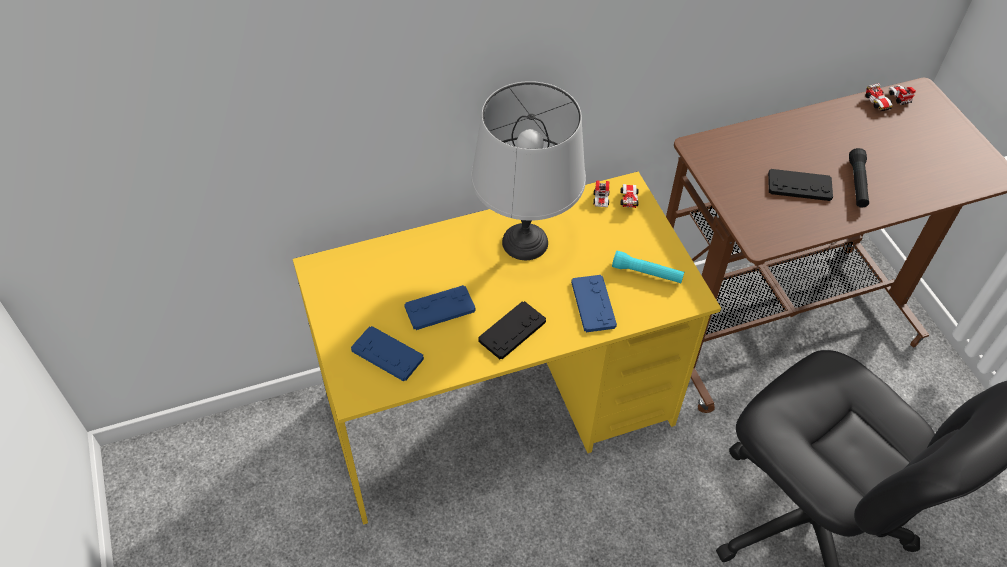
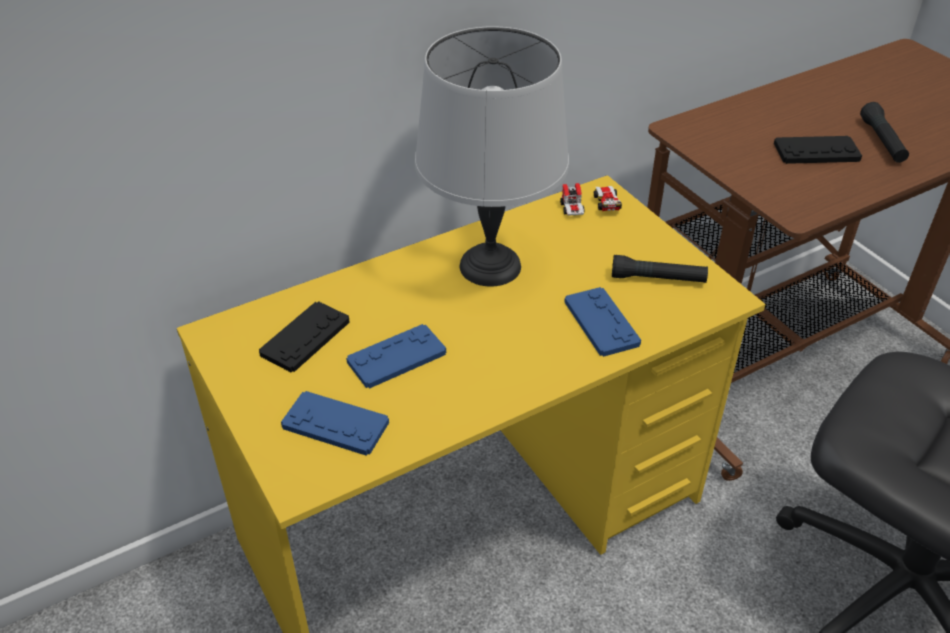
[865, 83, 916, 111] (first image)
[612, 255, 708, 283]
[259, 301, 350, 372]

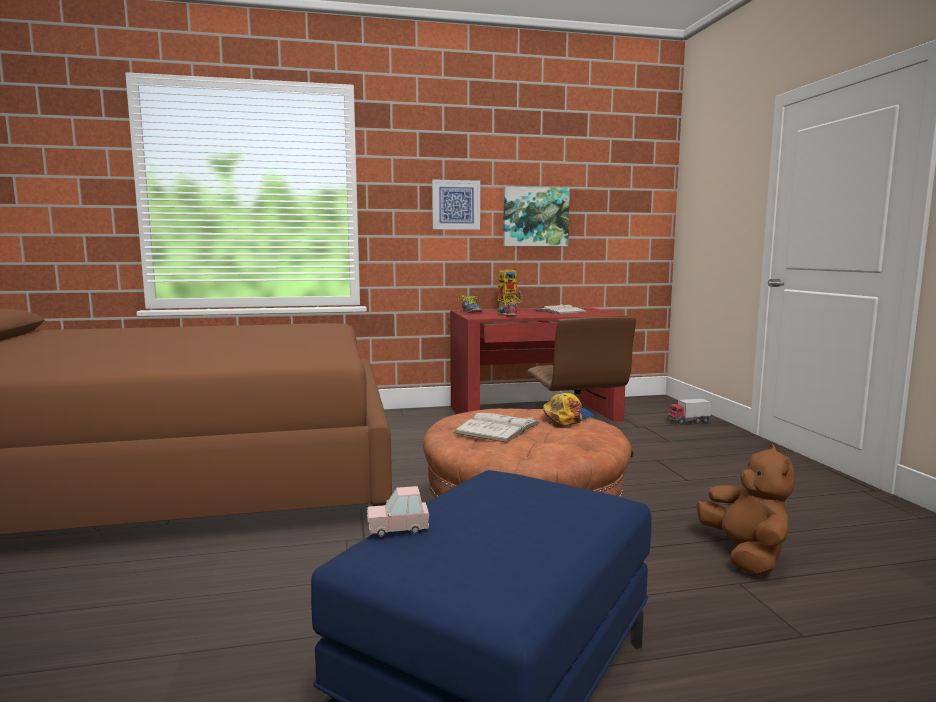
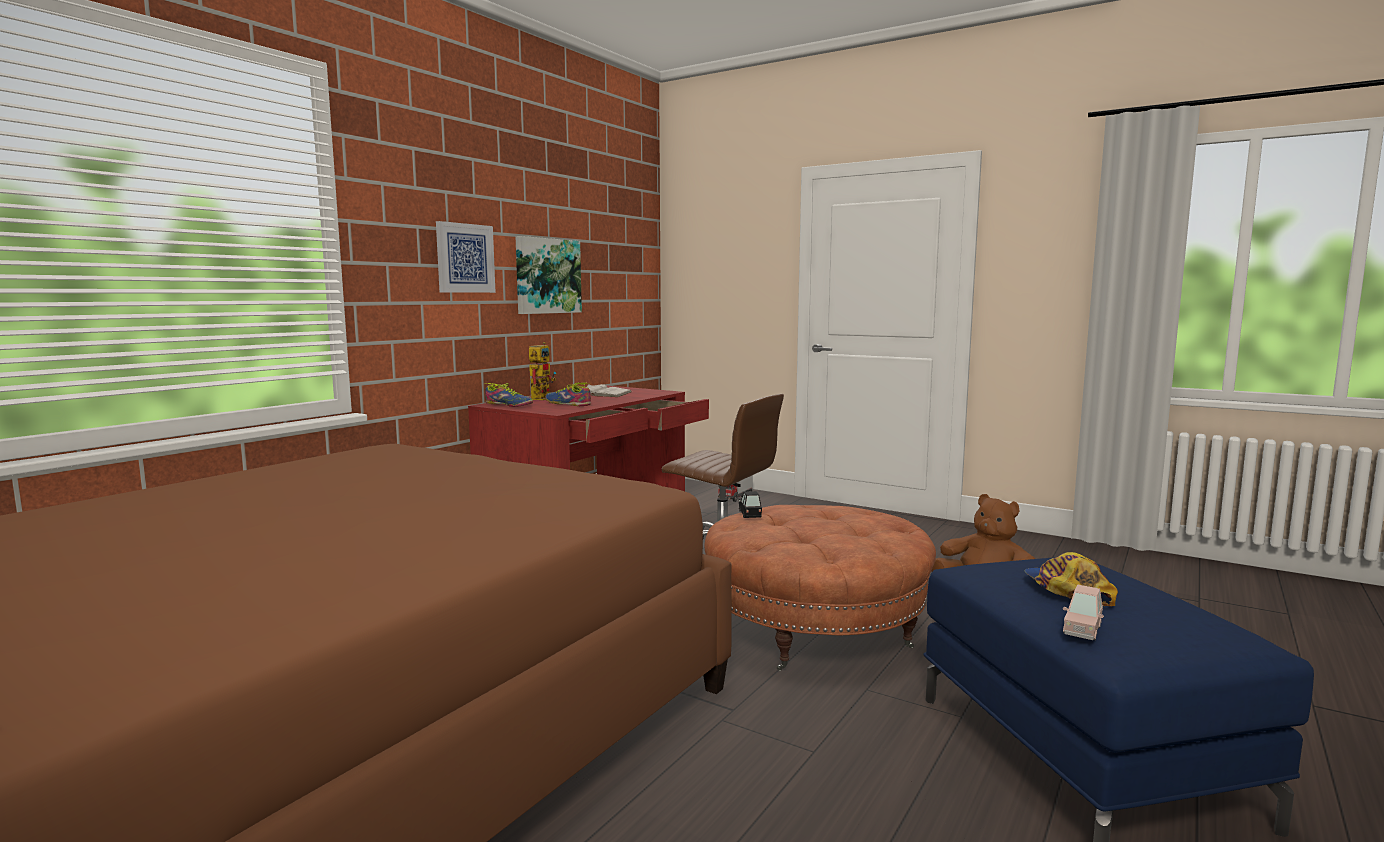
[1025, 552, 1118, 606]
[453, 413, 540, 443] (first image)
[738, 491, 762, 518]

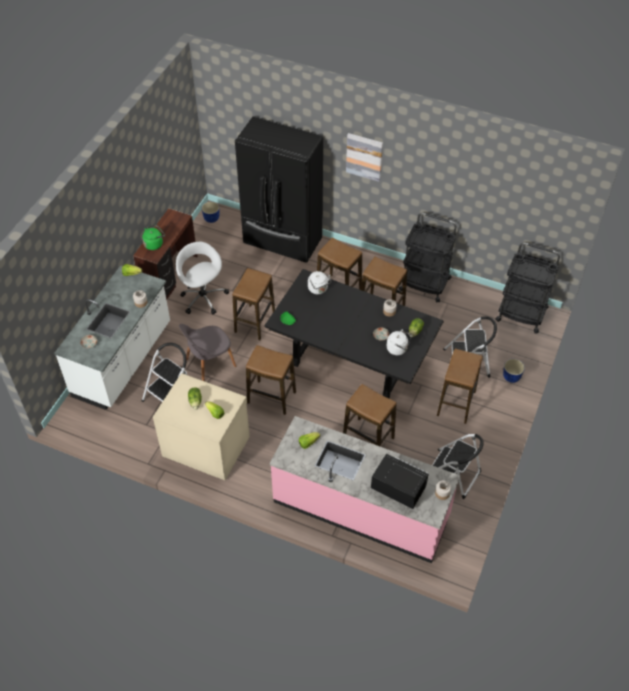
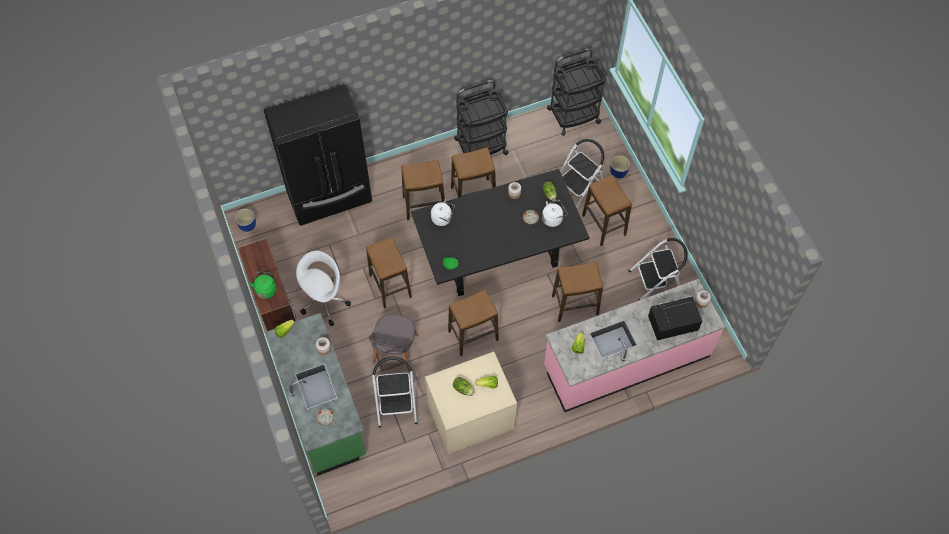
[346, 133, 383, 182] (first image)
[296, 251, 351, 326]
[266, 313, 366, 476]

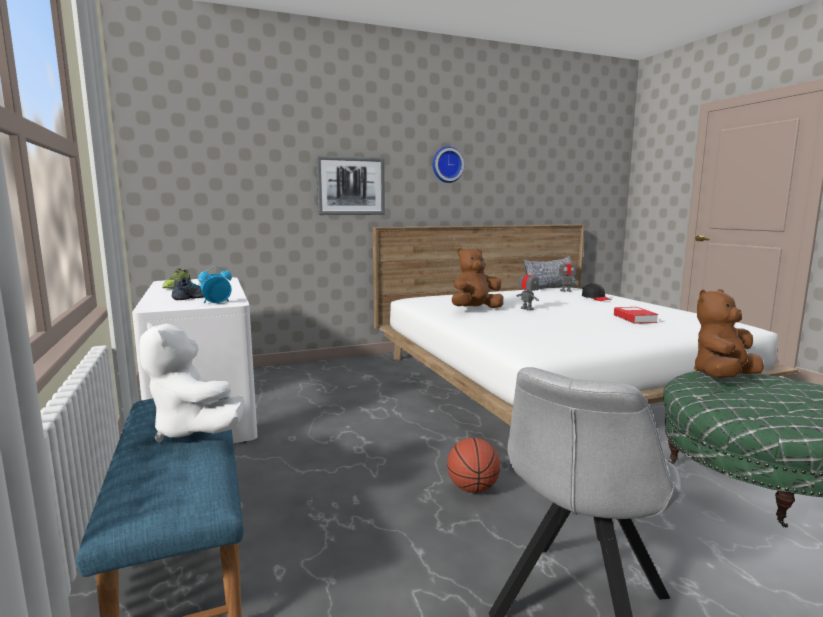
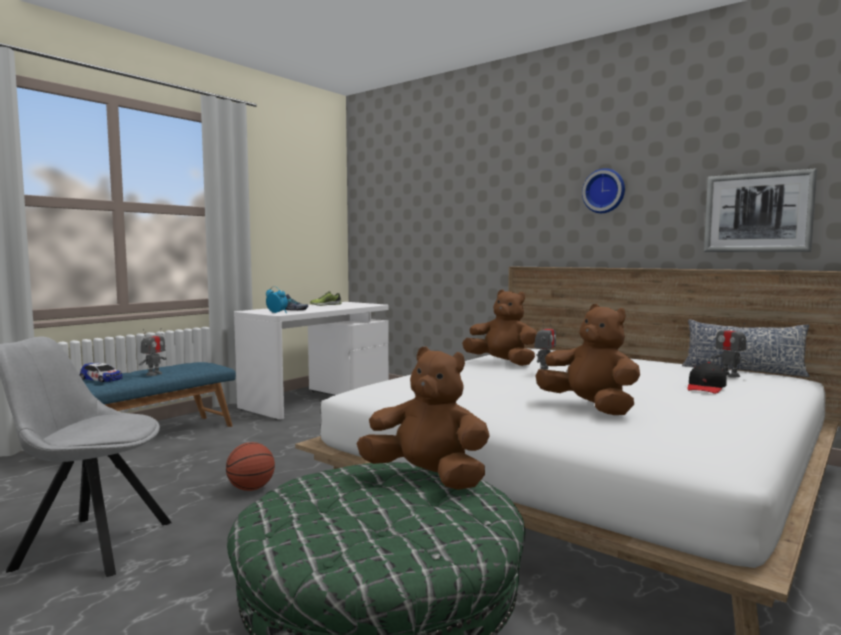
[704, 168, 817, 252]
[535, 304, 640, 415]
[139, 328, 167, 376]
[79, 363, 122, 382]

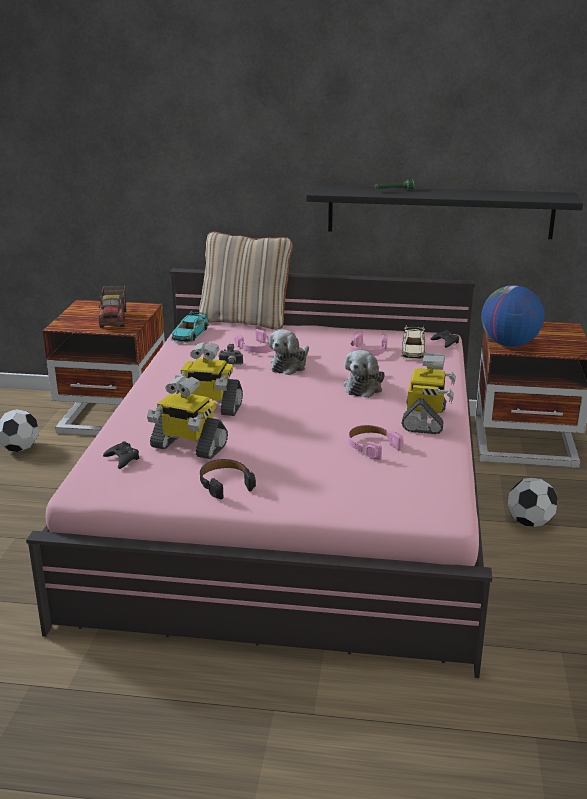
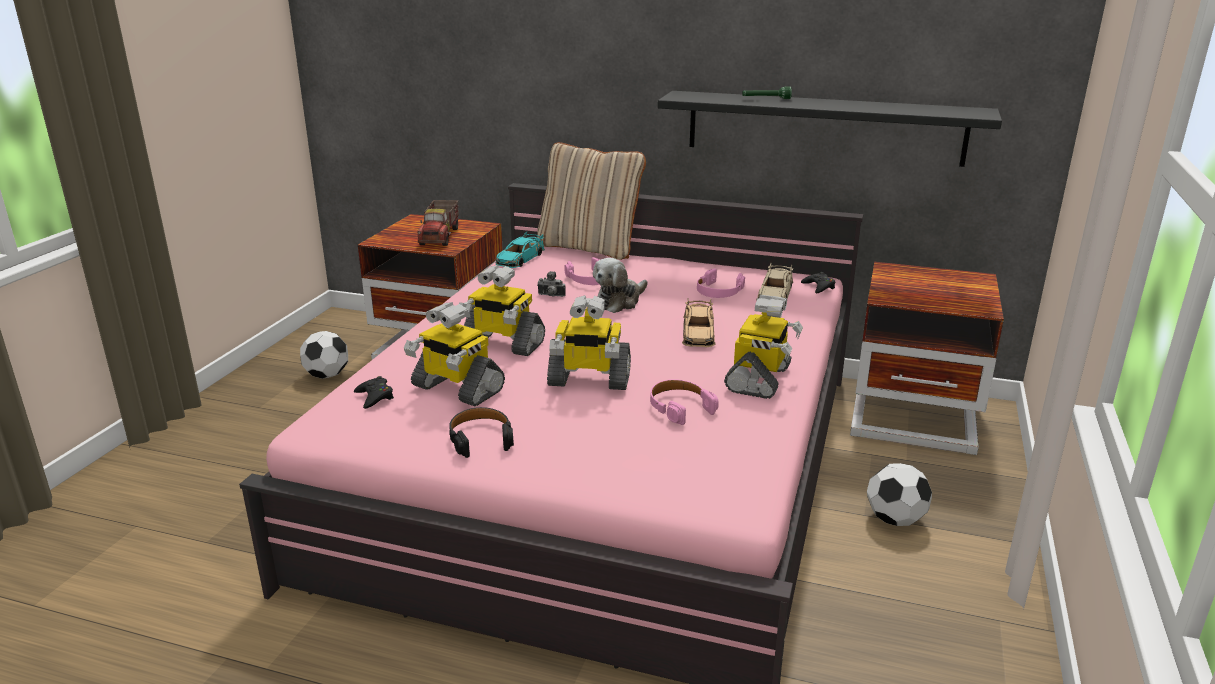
[481, 285, 544, 347] (first image)
[682, 298, 716, 347]
[547, 295, 631, 390]

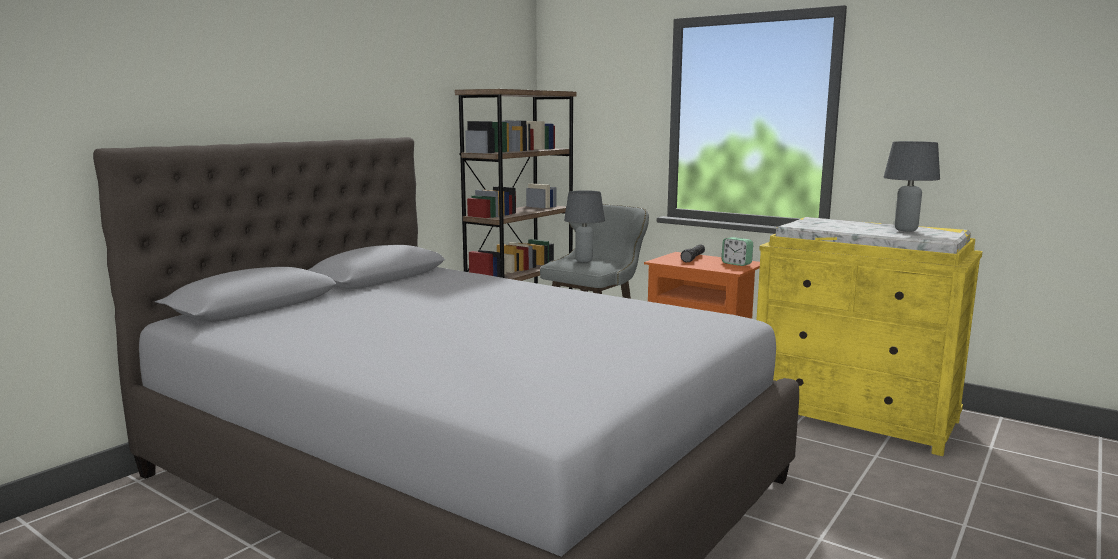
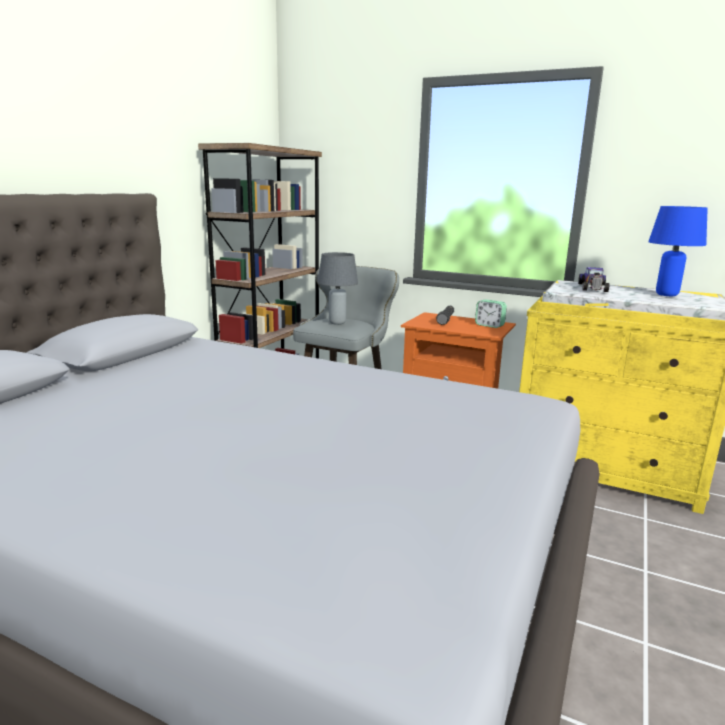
[648, 206, 708, 296]
[578, 267, 609, 292]

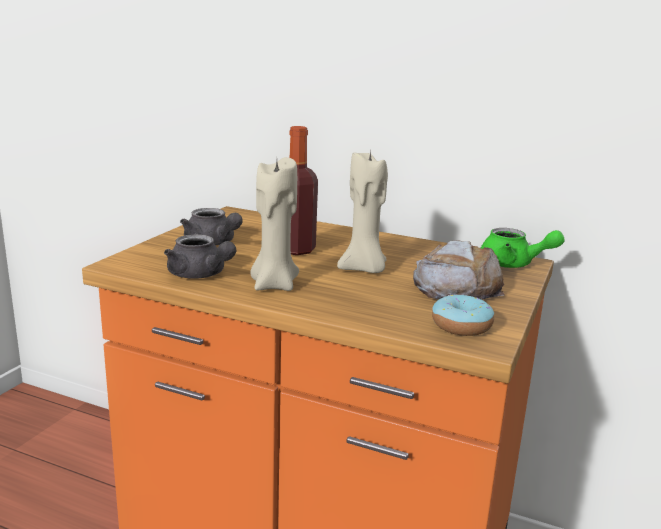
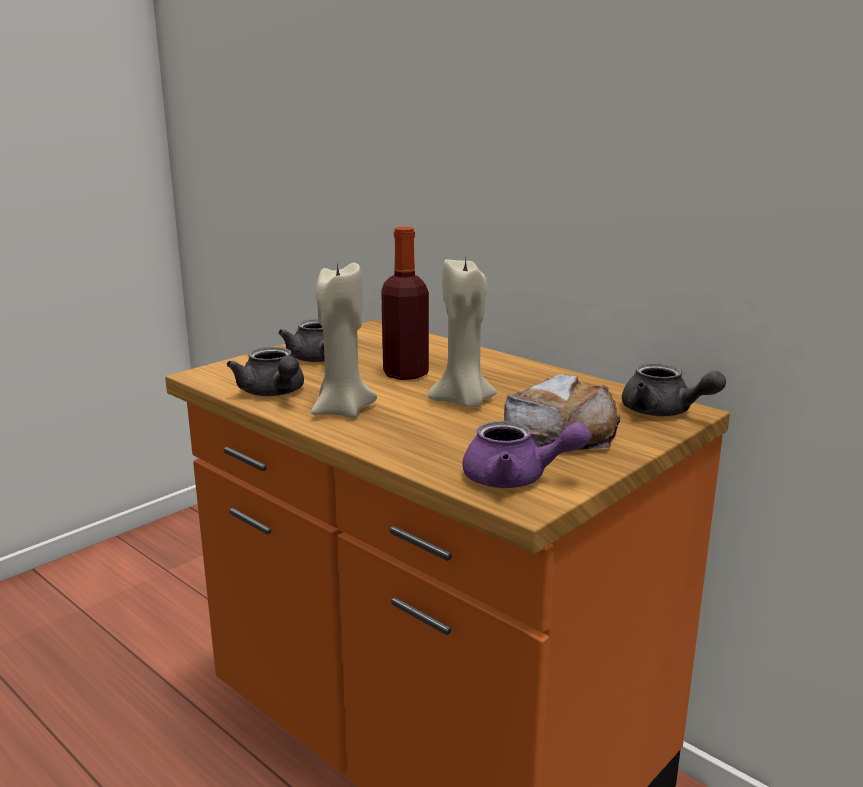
[622, 363, 726, 416]
[462, 421, 591, 488]

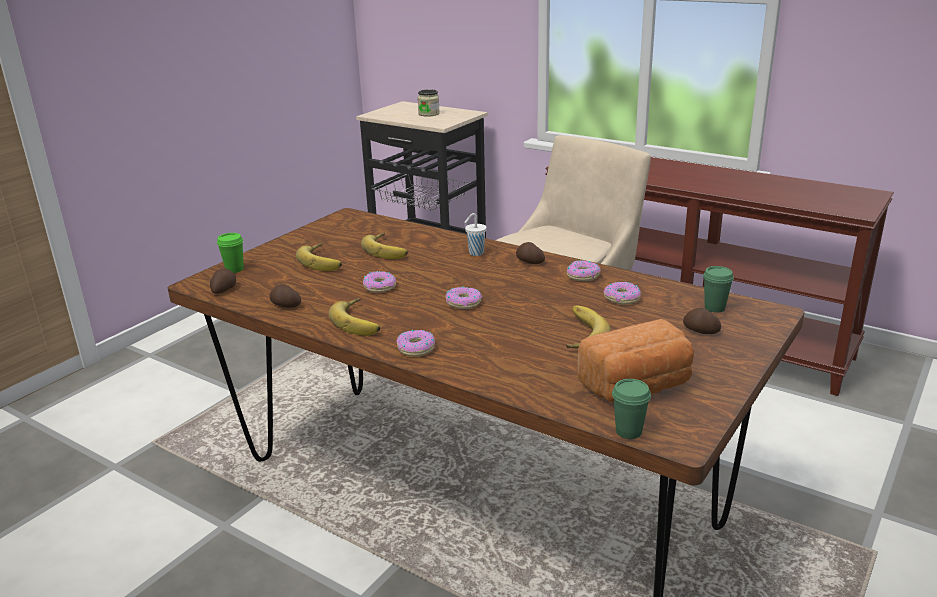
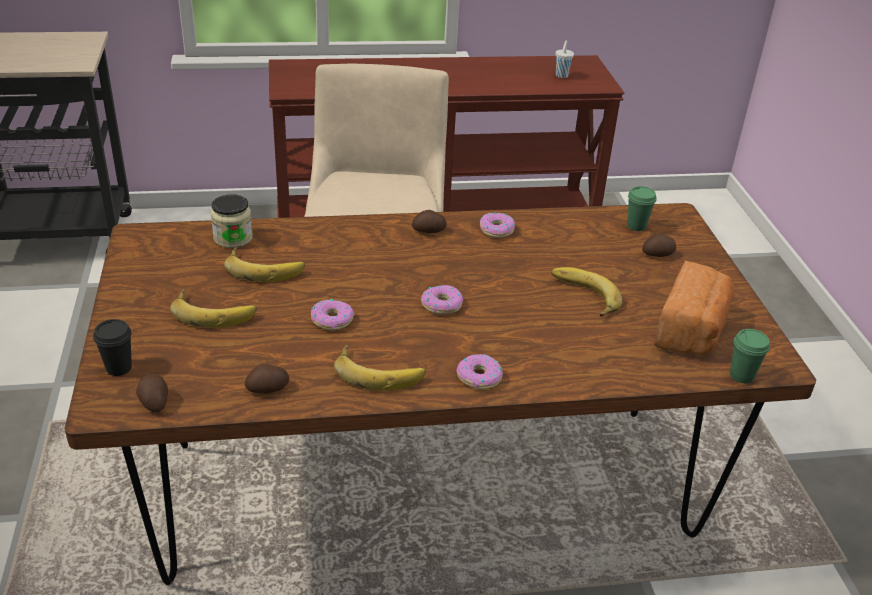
[211, 194, 253, 248]
[556, 41, 574, 78]
[93, 319, 132, 376]
[603, 282, 641, 304] (first image)

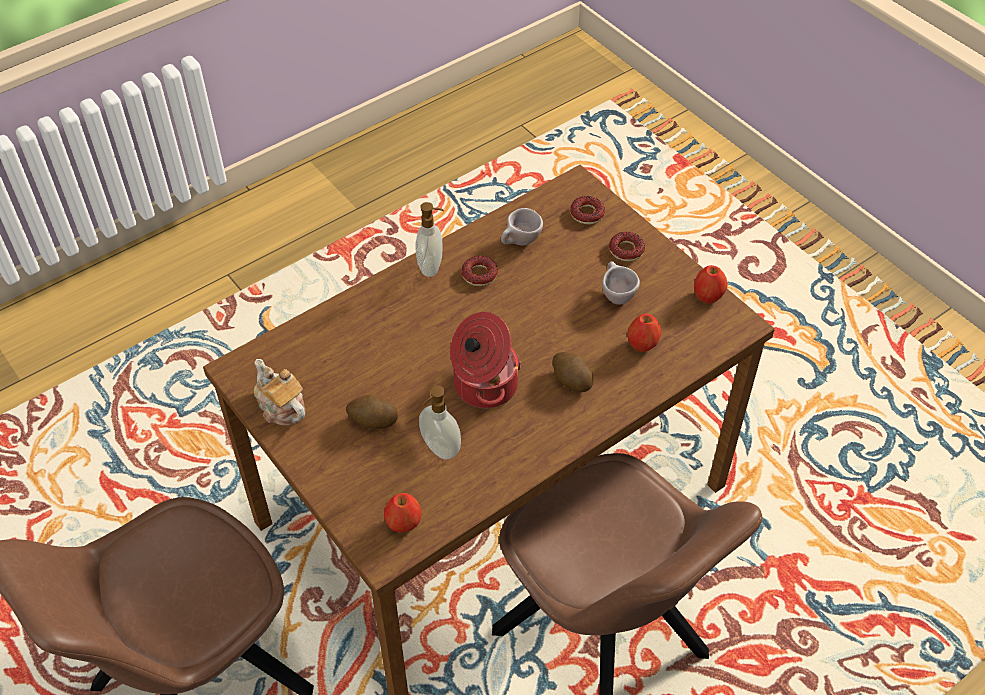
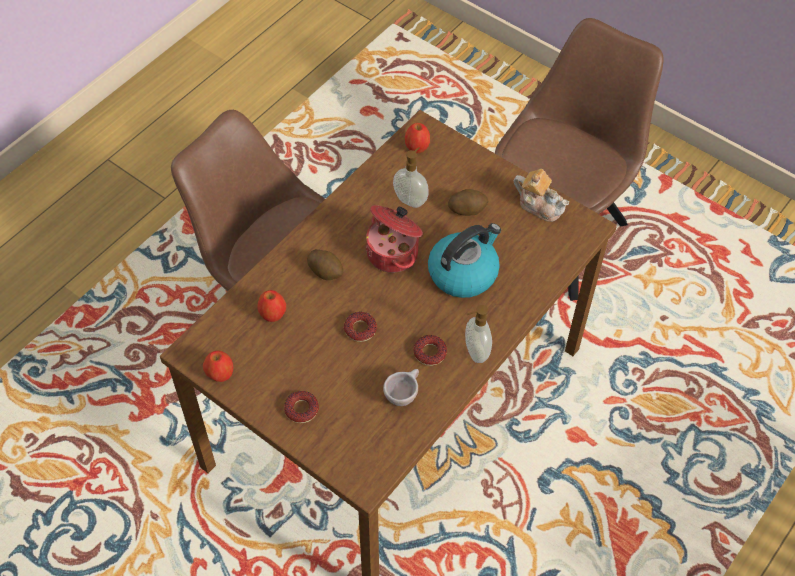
[344, 312, 377, 342]
[602, 261, 640, 304] (first image)
[428, 223, 501, 298]

